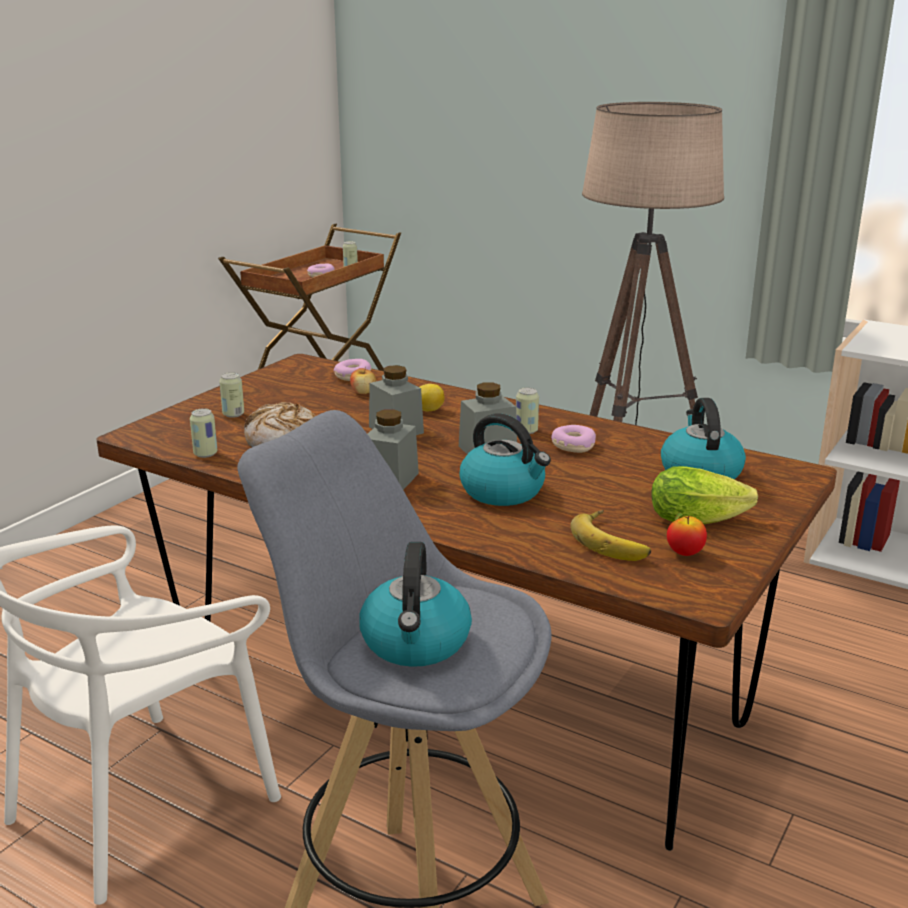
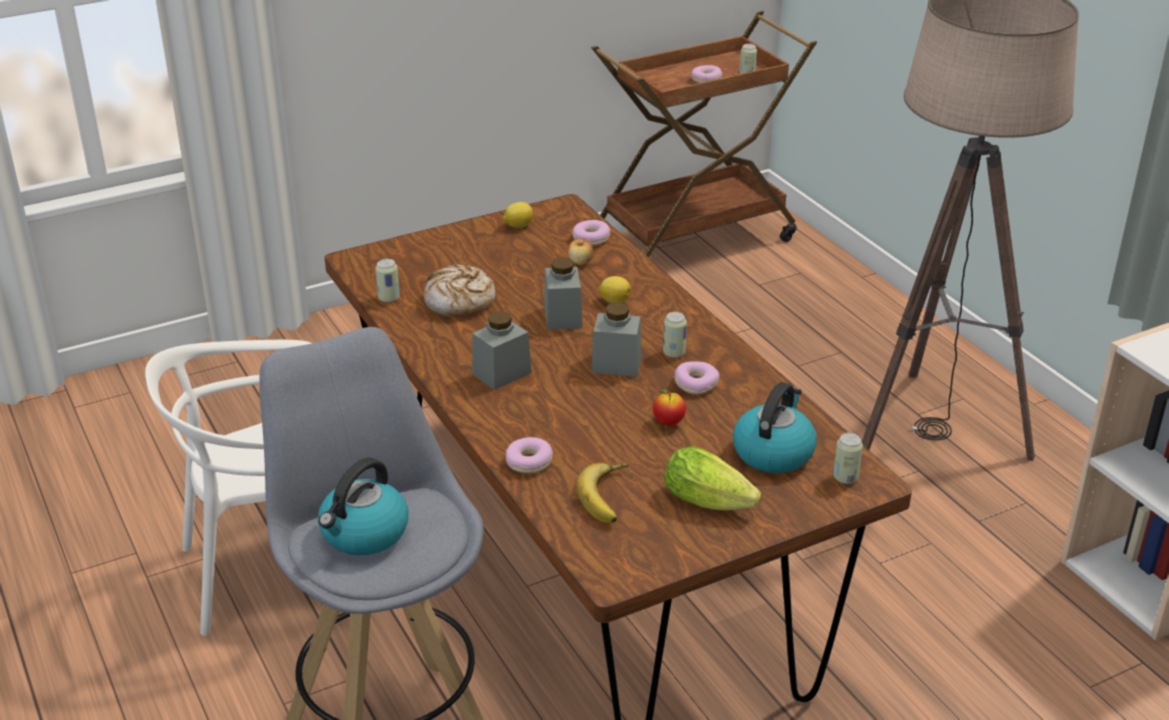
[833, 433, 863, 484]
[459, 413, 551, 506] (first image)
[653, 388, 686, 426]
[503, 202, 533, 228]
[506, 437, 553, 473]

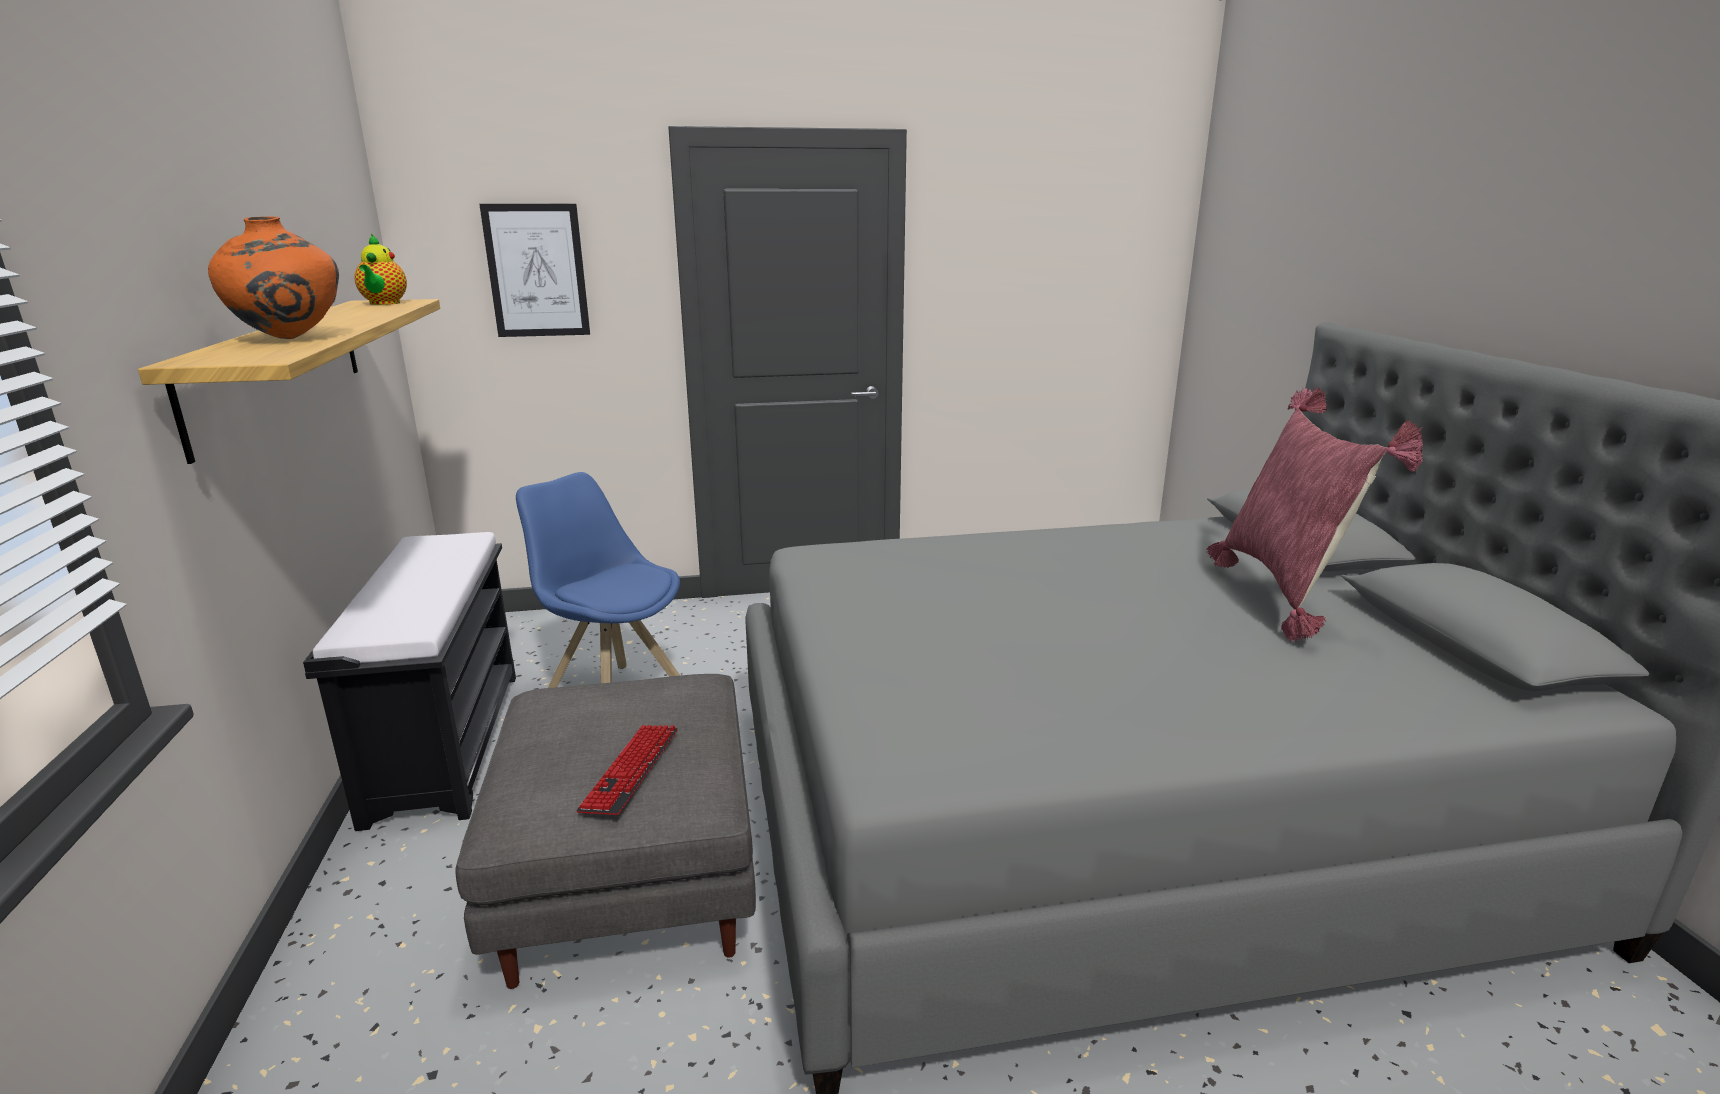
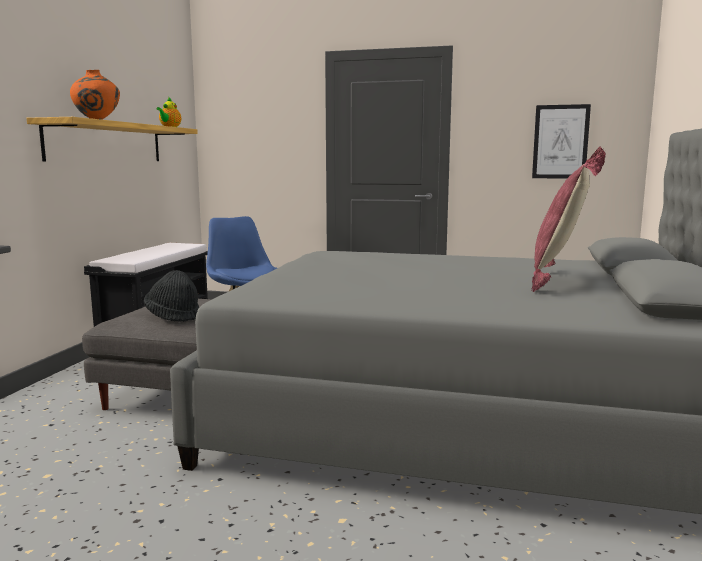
[532, 104, 591, 179]
[144, 270, 199, 322]

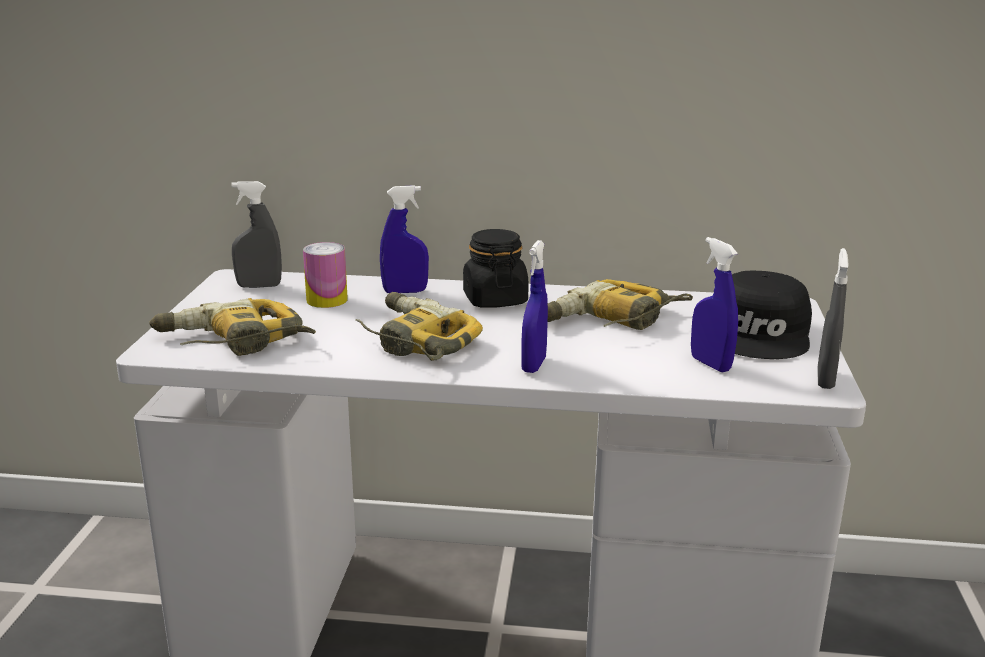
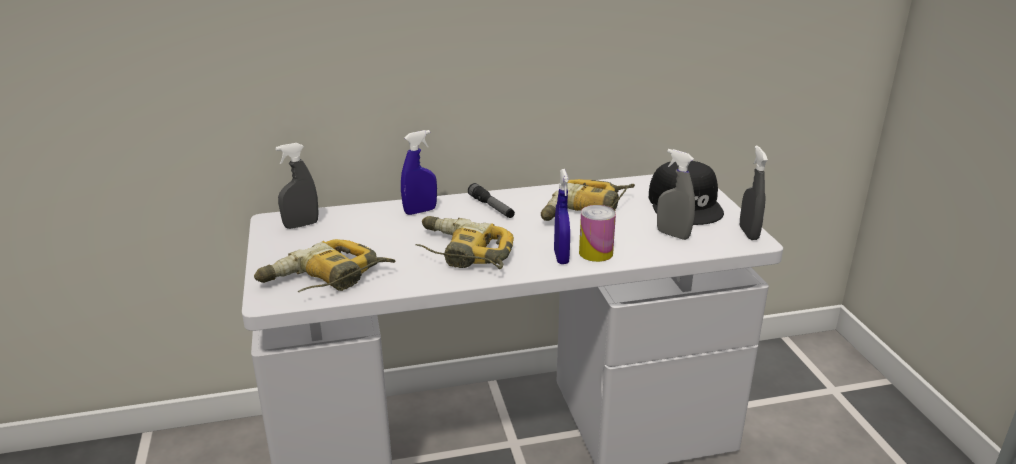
[468, 183, 515, 218]
[657, 149, 695, 240]
[579, 205, 616, 262]

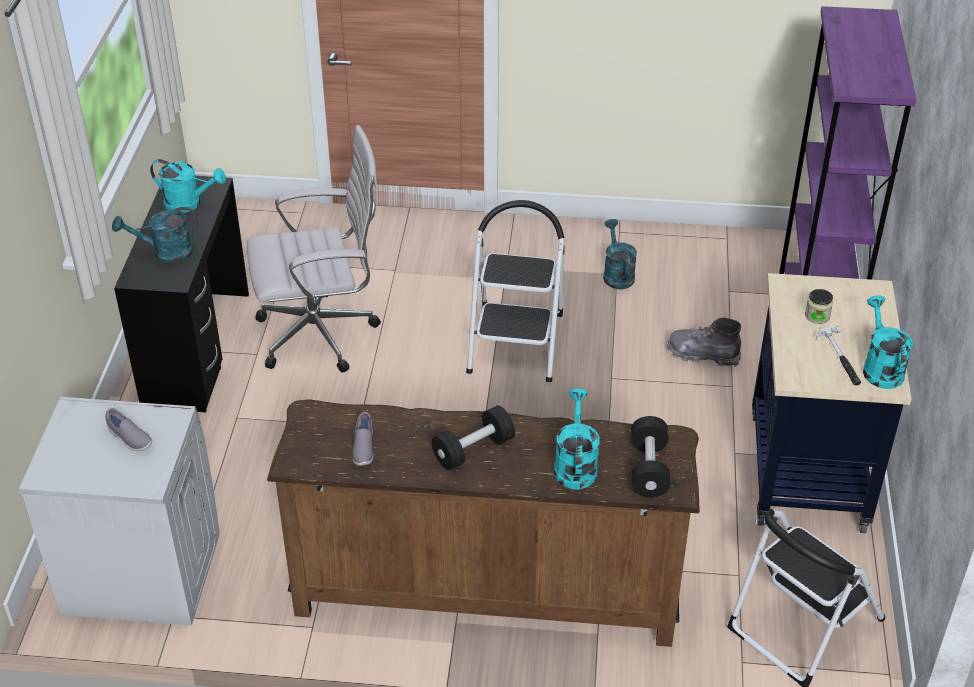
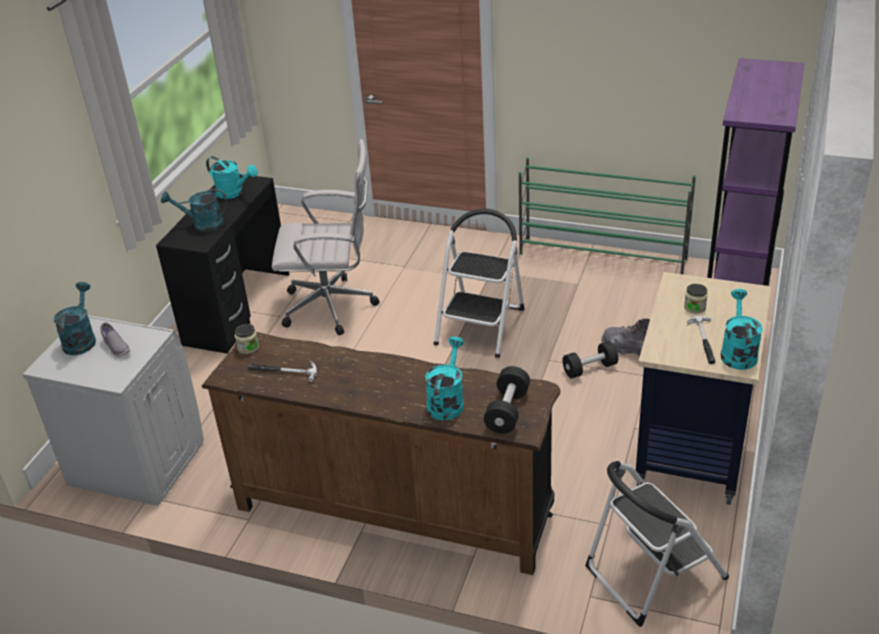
[54, 282, 96, 355]
[563, 341, 618, 379]
[247, 361, 317, 382]
[519, 157, 696, 274]
[234, 324, 259, 354]

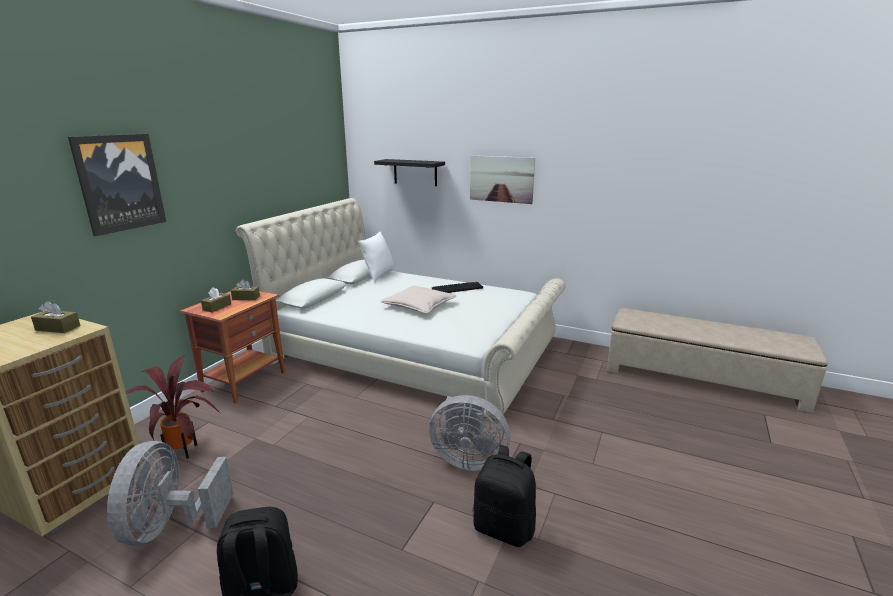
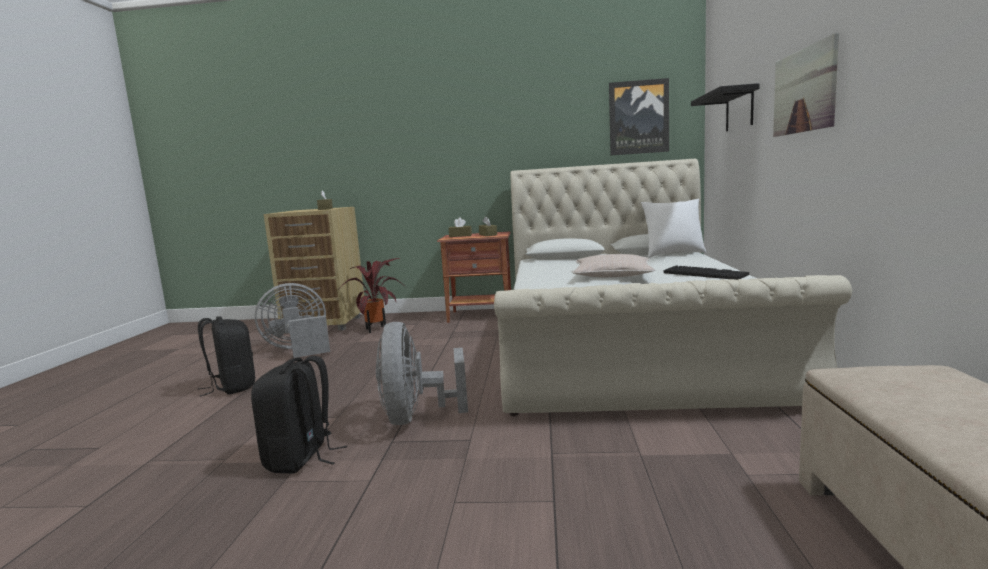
[609, 78, 669, 155]

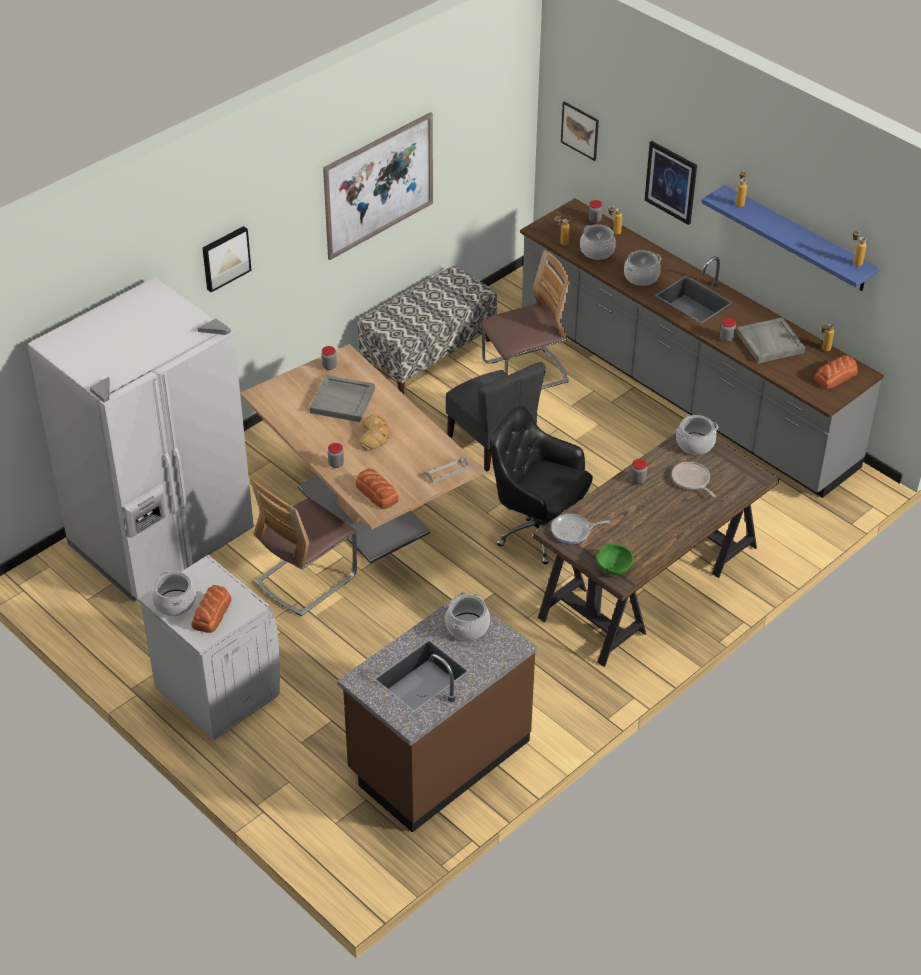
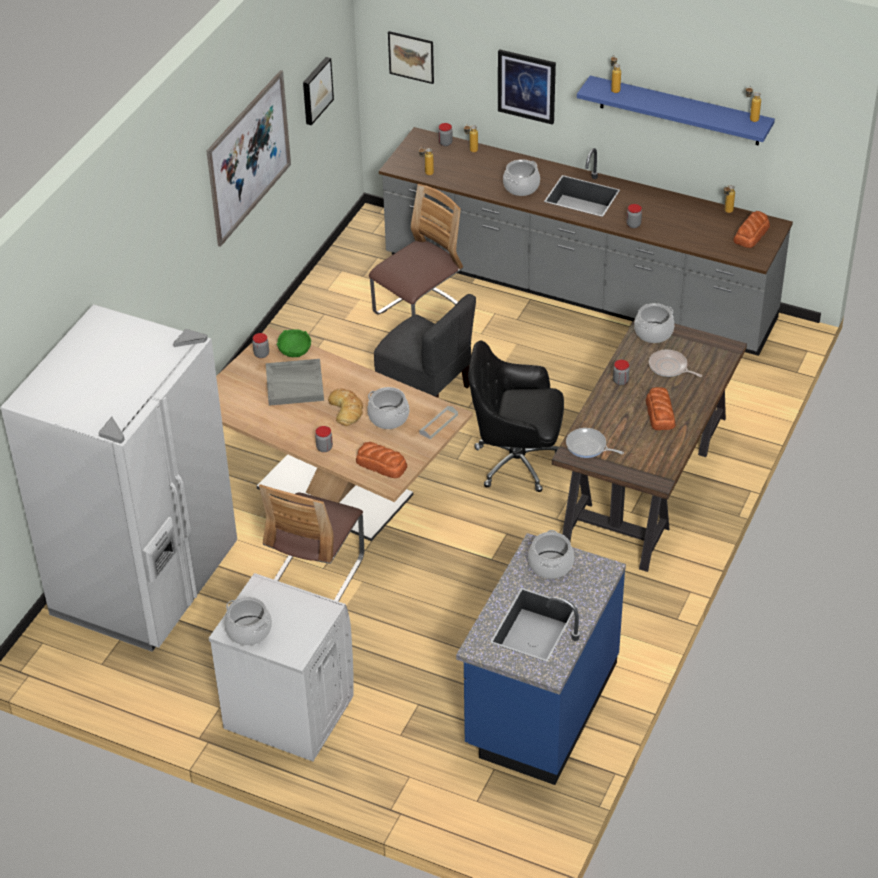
[367, 387, 409, 429]
[303, 57, 334, 125]
[358, 266, 497, 394] (first image)
[736, 317, 805, 364] (first image)
[566, 428, 624, 458]
[277, 329, 311, 357]
[646, 387, 676, 430]
[456, 533, 626, 785]

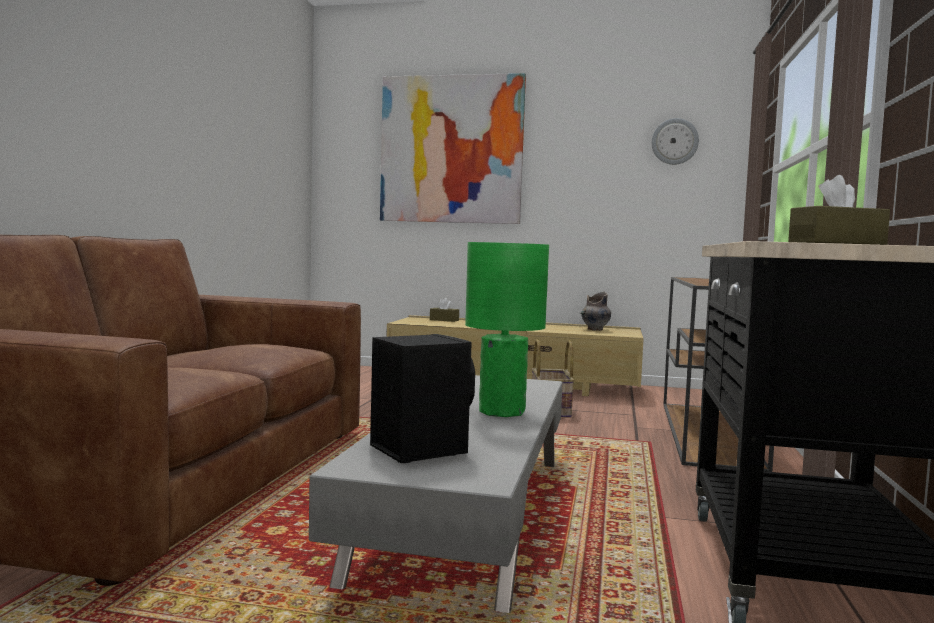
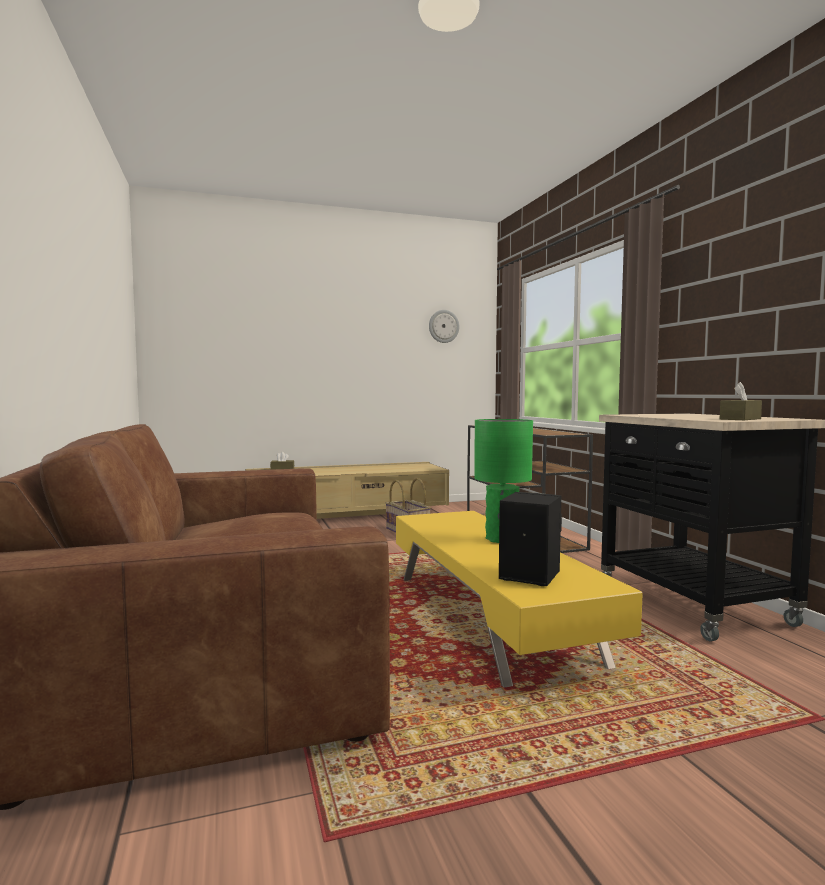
[380, 73, 526, 224] (first image)
[580, 292, 611, 331] (first image)
[396, 511, 643, 687]

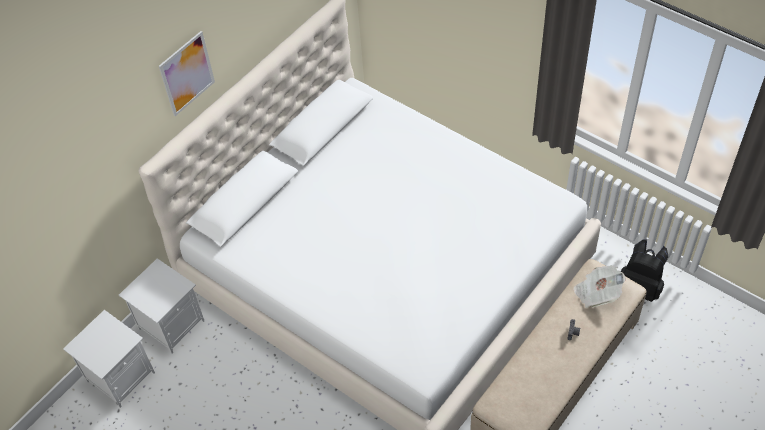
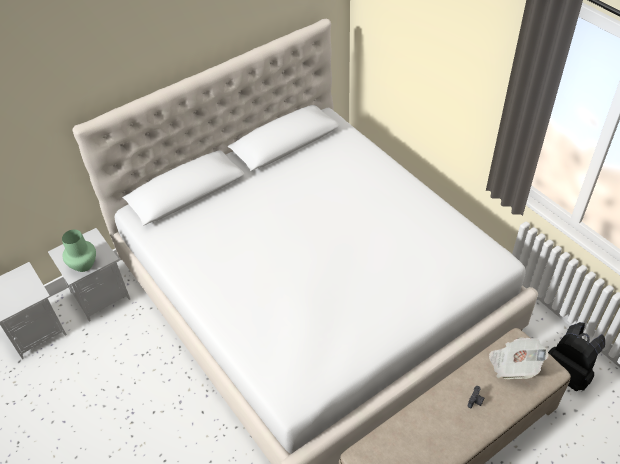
[159, 31, 215, 116] (first image)
[62, 230, 96, 272]

